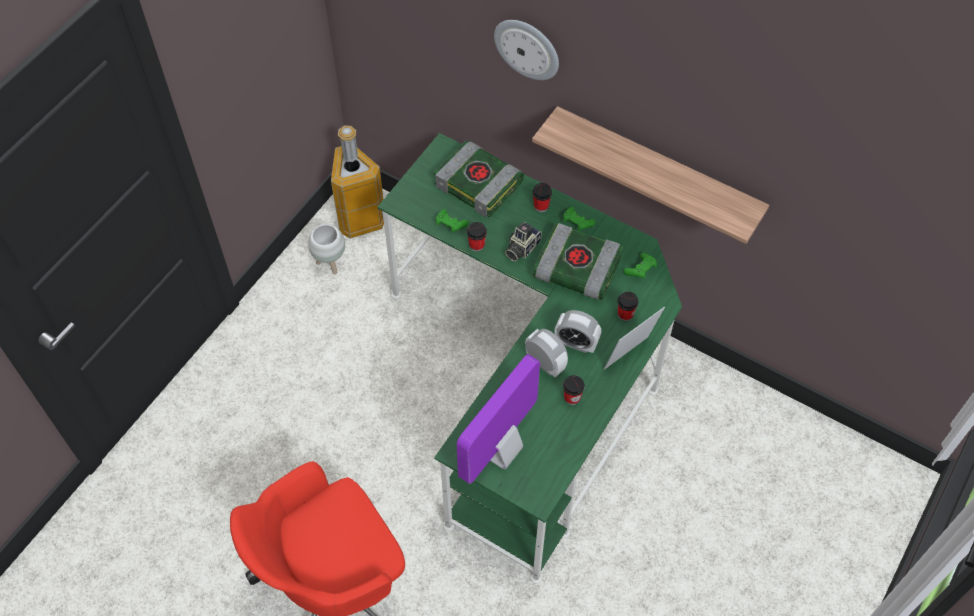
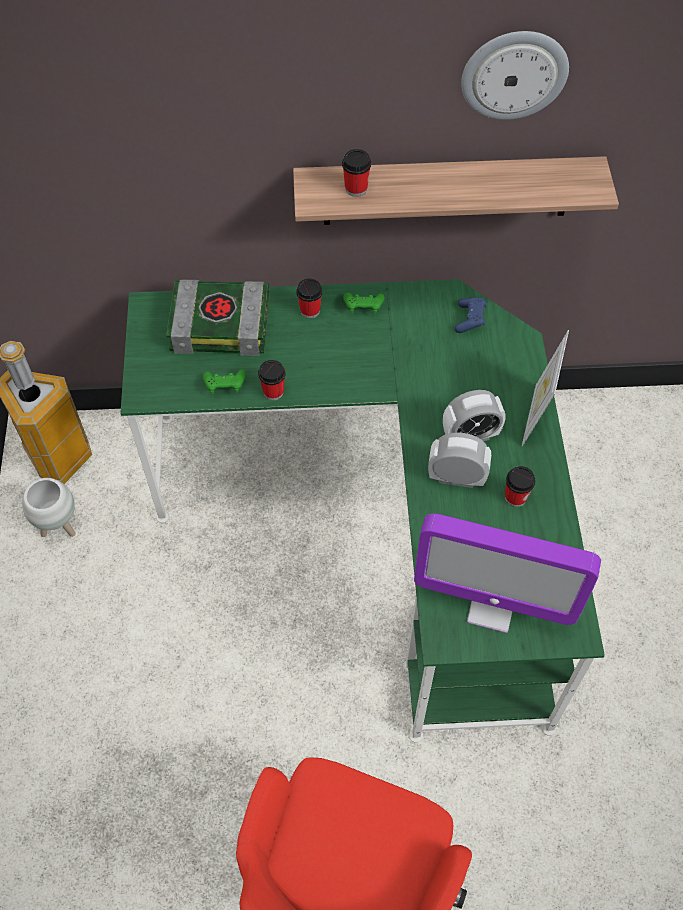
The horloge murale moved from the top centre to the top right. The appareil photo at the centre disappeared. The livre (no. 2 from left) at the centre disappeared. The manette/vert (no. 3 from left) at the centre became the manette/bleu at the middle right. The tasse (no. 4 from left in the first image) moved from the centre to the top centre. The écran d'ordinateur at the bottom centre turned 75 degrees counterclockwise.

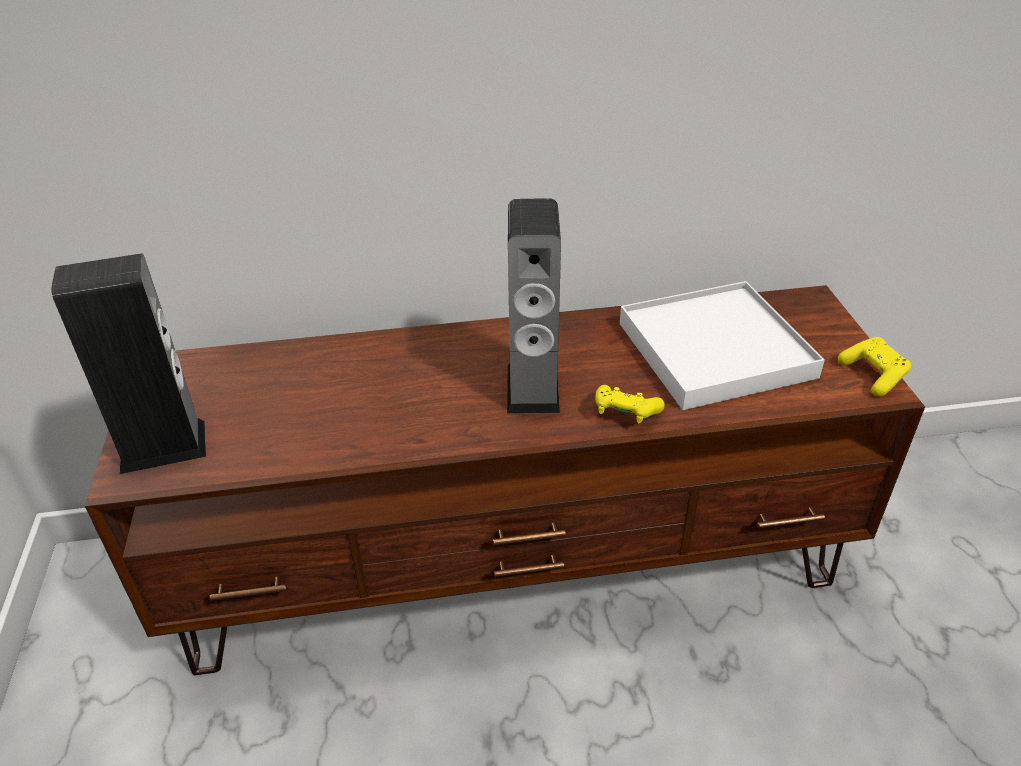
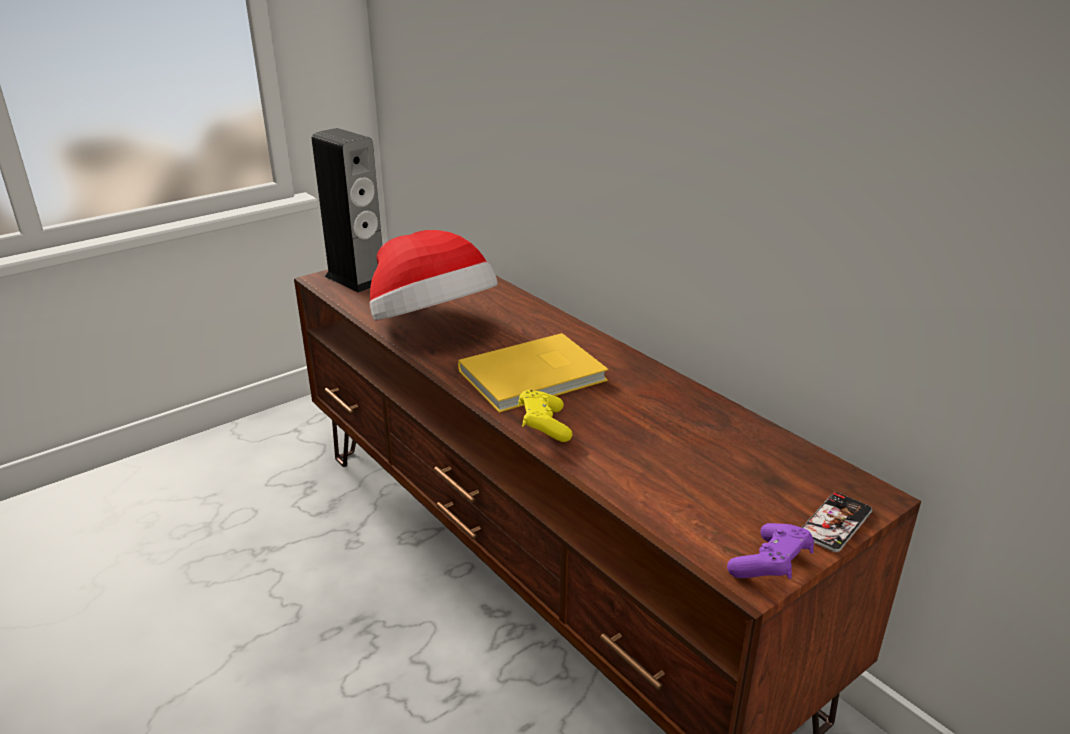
The enceinte (no. 2 from left) at the centre was replaced by the livre/jaune at the centre. The plateau/blanc at the middle right disappeared. The manette/jaune (no. 2 from left) at the middle right became the manette/violet at the bottom right. The chapeau at the centre appeared. The téléphone at the bottom right appeared.

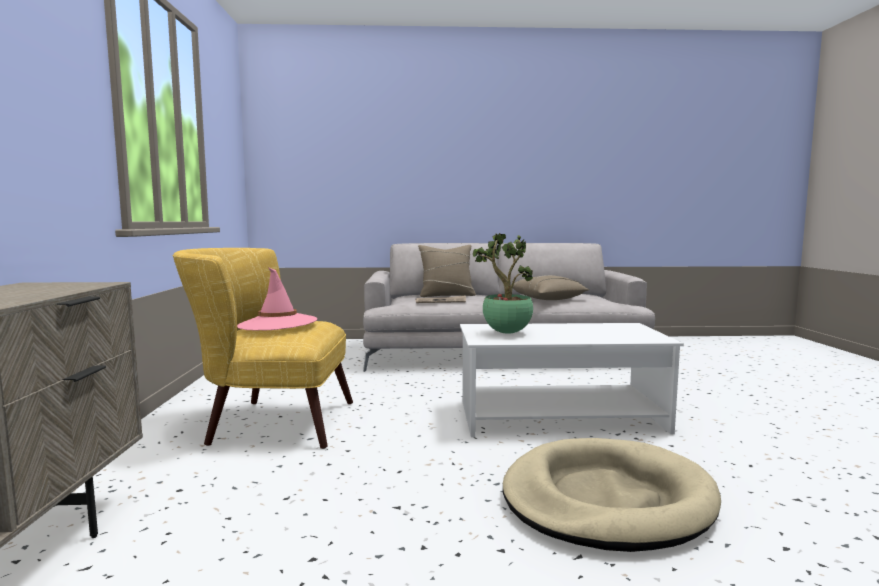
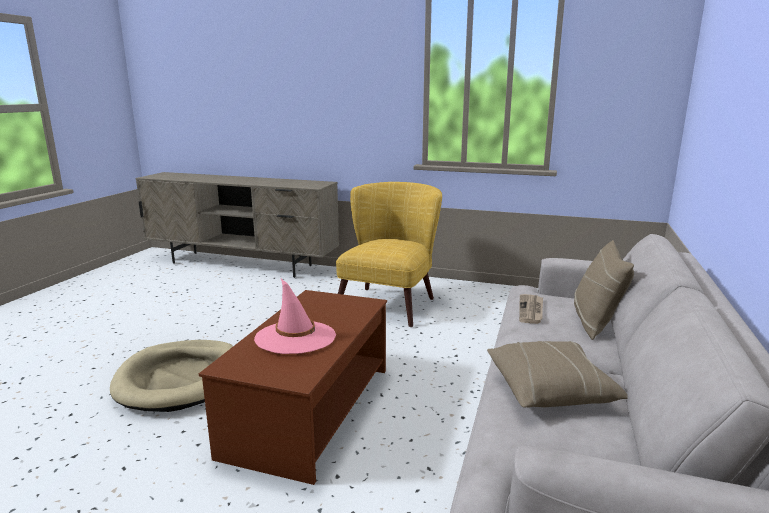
The plante en pot at the centre disappeared. The chapeau/rose moved from the middle left to the centre. The table basse/blanc at the centre became the table basse/marron at the bottom centre.

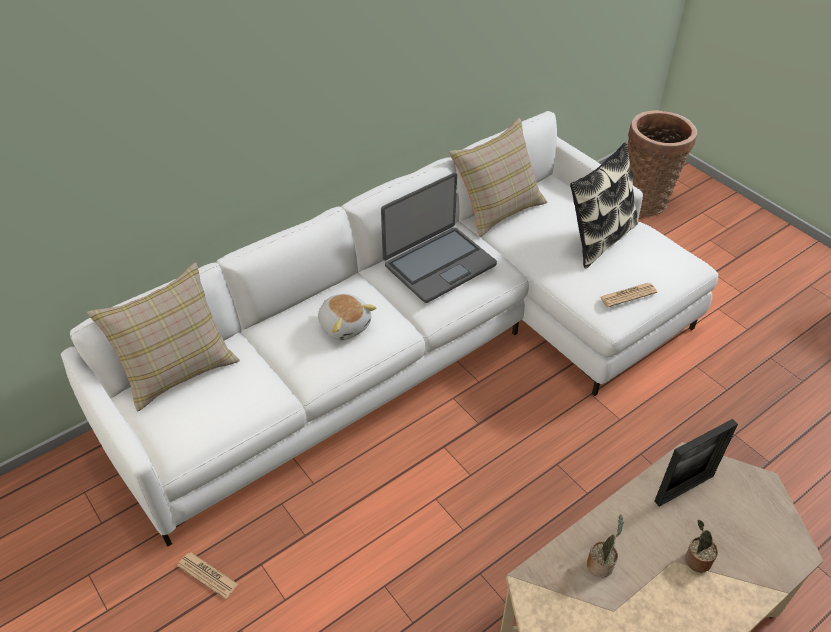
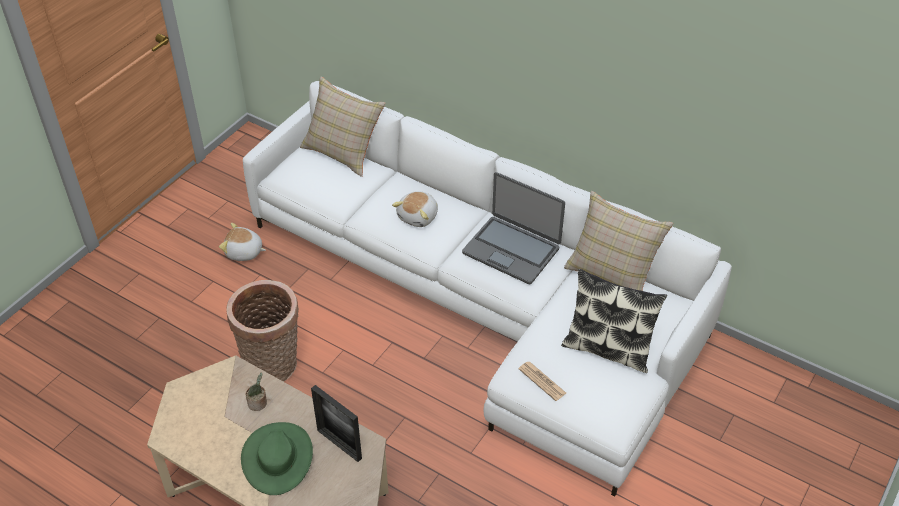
The panier moved from the top right to the middle left. The plante en pot (no. 2 from left) at the bottom right was replaced by the chapeau/vert at the bottom left. The journal (no. 1 from left) at the bottom left was replaced by the peluche (no. 1 from left) at the middle left.

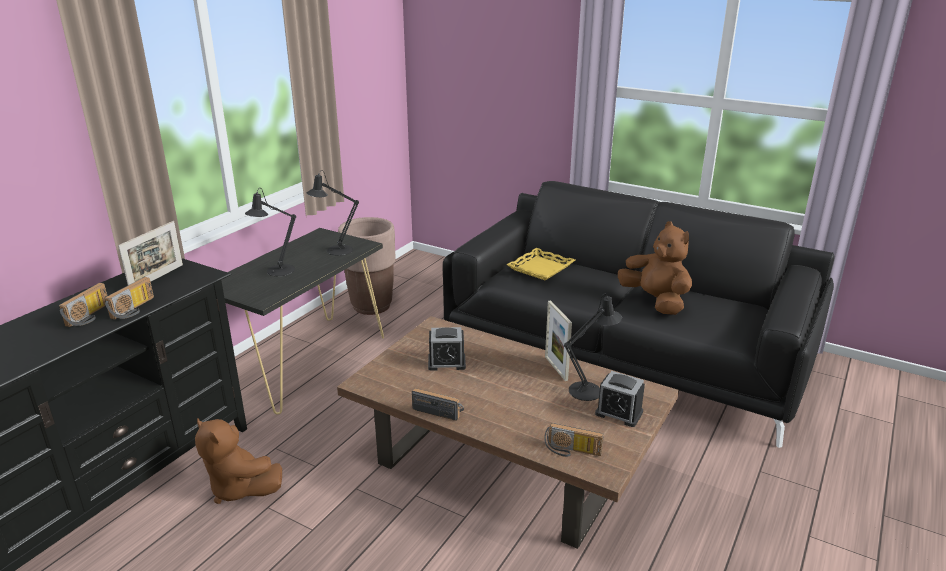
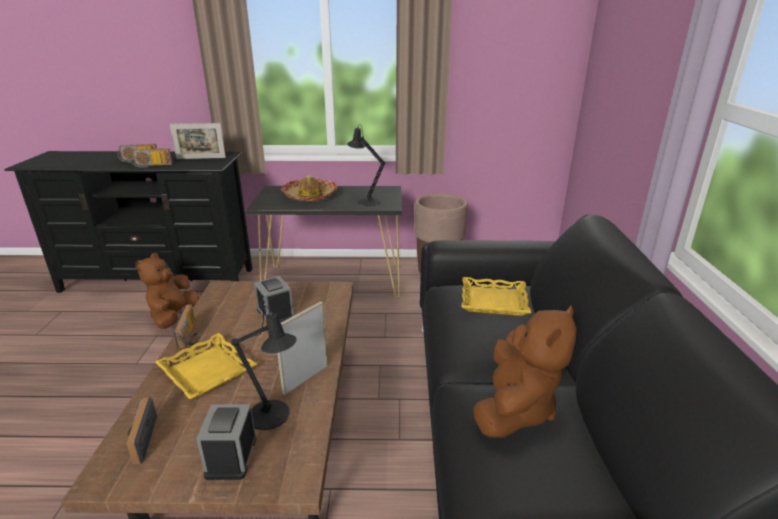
The lampe de table/noir (no. 1 from left) at the middle left was replaced by the chapeau at the centre. The plateau/jaune (no. 1 from left) at the bottom left appeared.

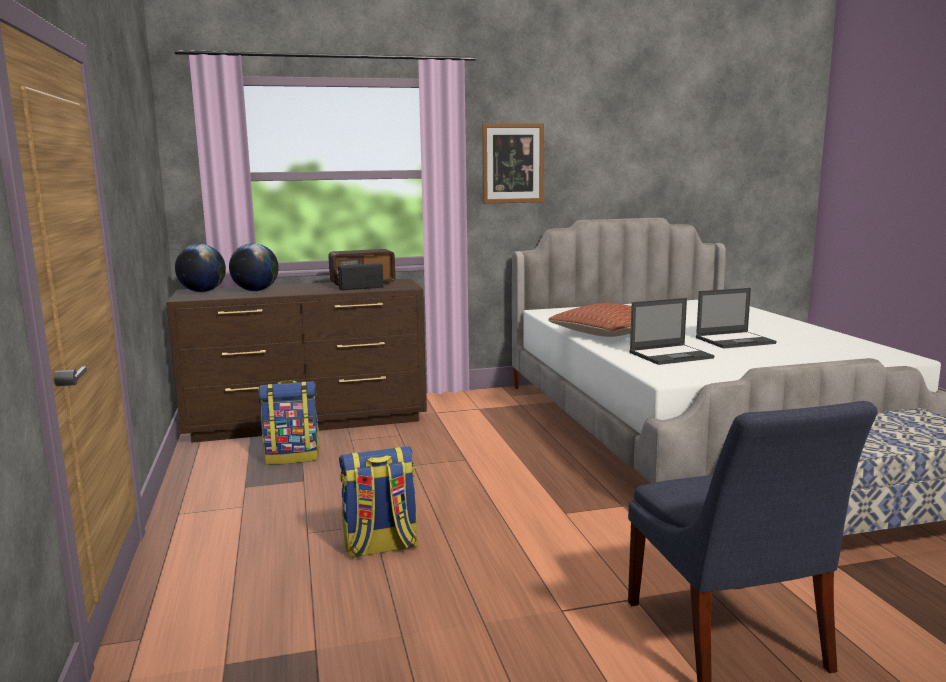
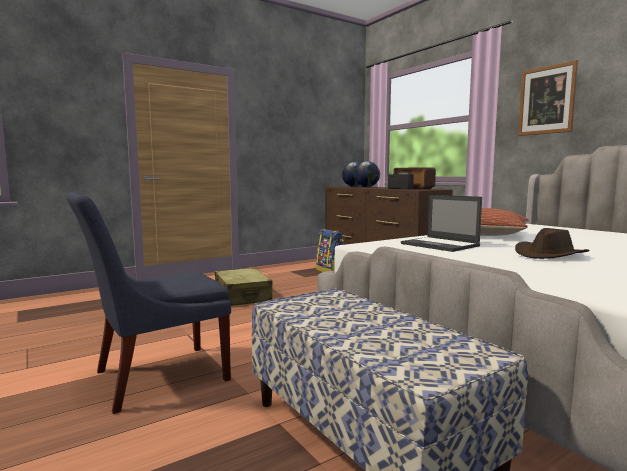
The ordinateur portable (no. 2 from left) at the middle right was replaced by the chapeau/marron at the middle right. The sac à dos (no. 2 from left) at the bottom centre was replaced by the valise/beige at the centre.

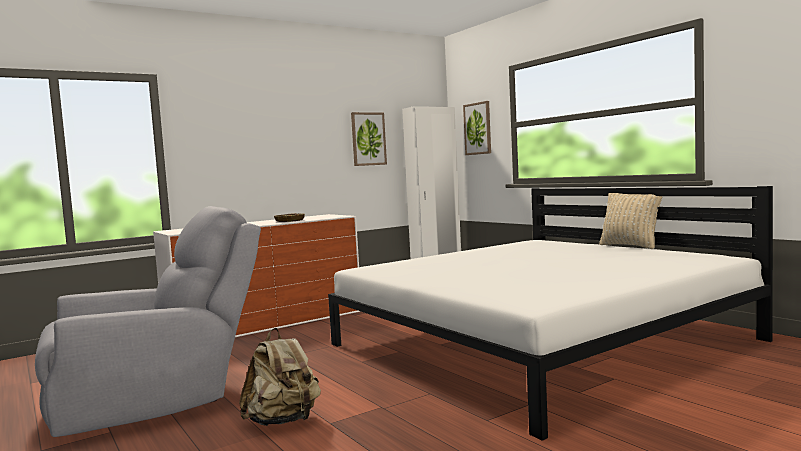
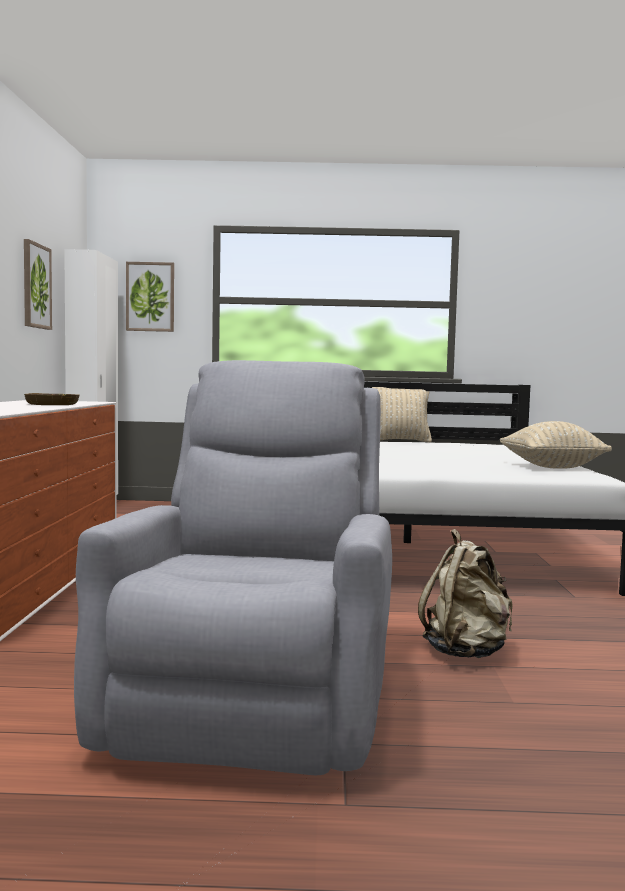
The coussin/beige (no. 2 from left) at the middle right appeared.

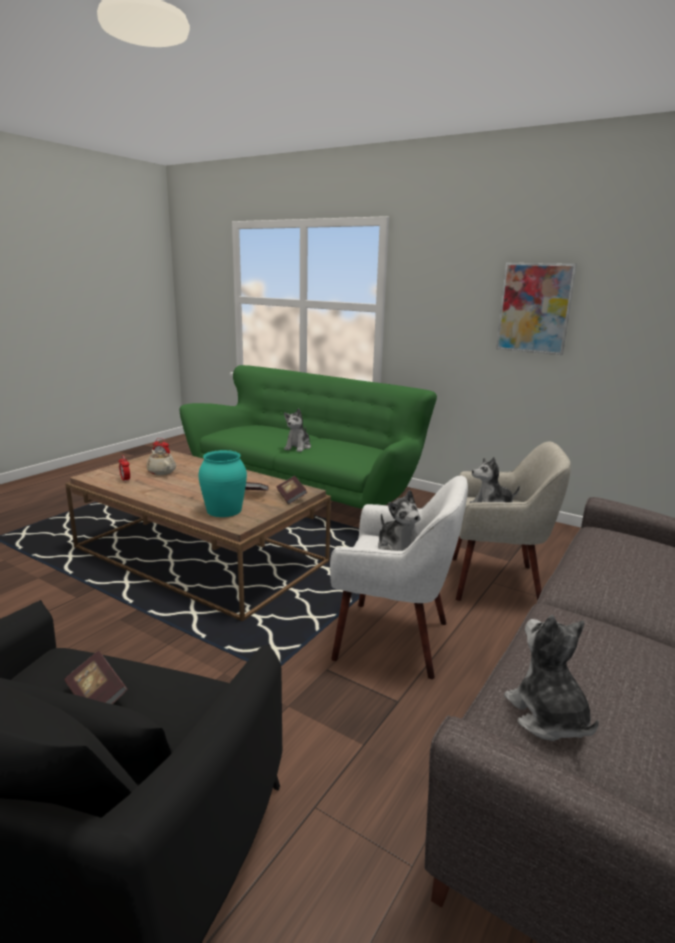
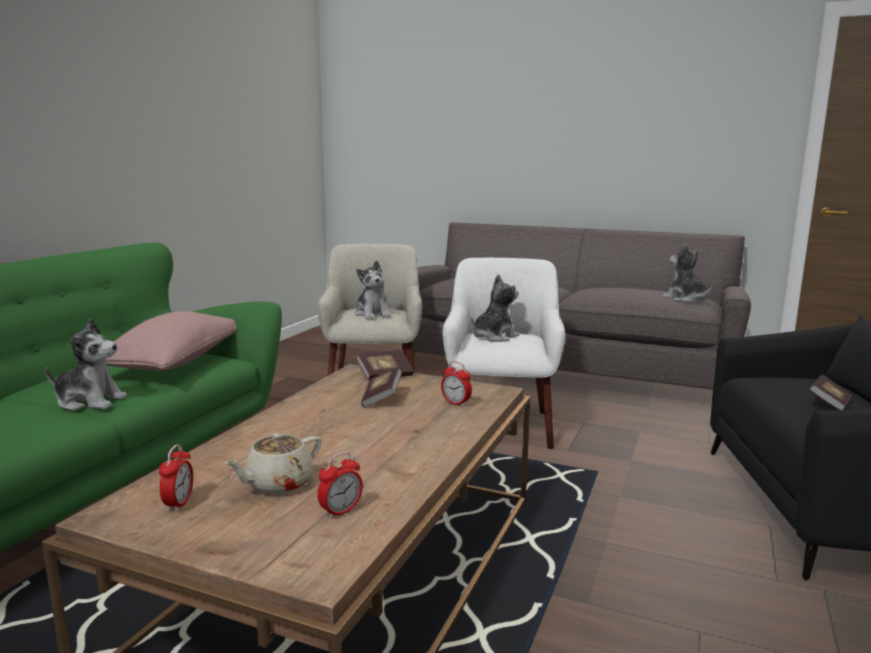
The tableau at the top right disappeared. The vase/turquoise at the middle left was replaced by the réveil (no. 3 from left) at the centre. The peluche (no. 4 from left) at the bottom right turned 90 degrees clockwise. The coussin/rose at the middle left appeared.

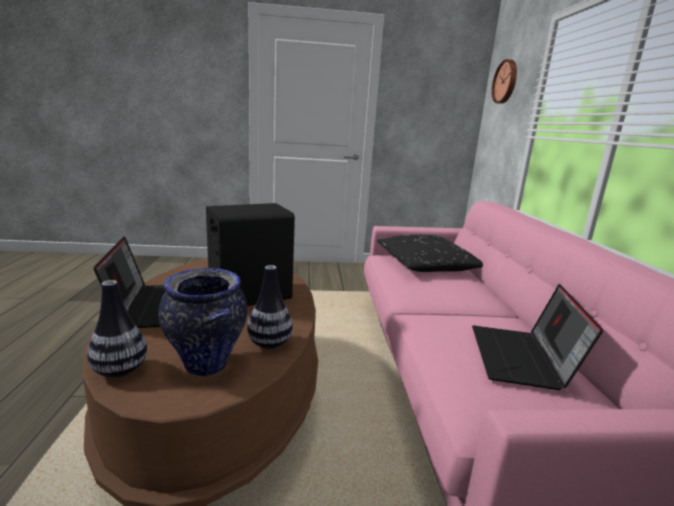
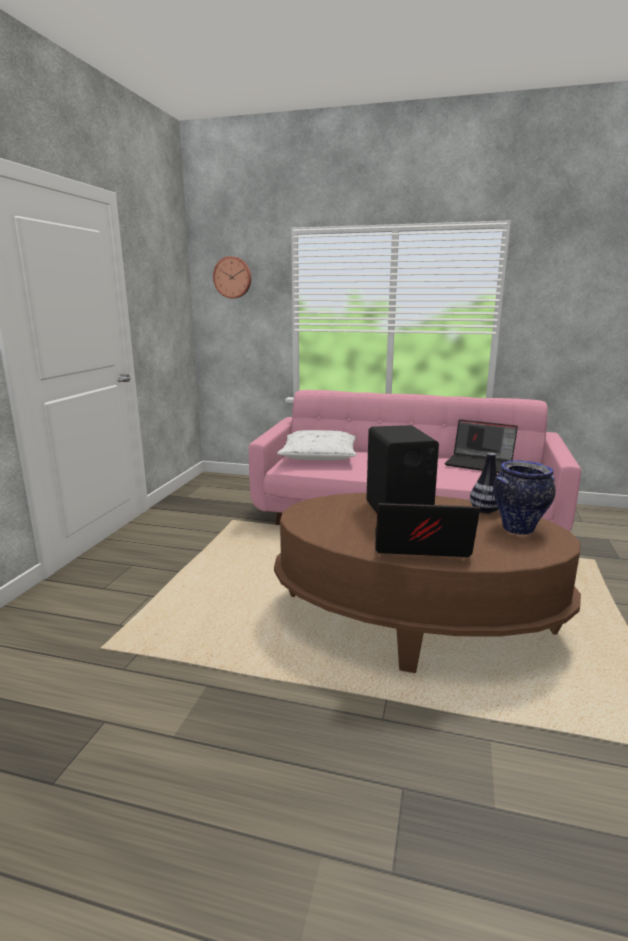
The coussin/noir at the centre became the coussin/blanc at the centre. The vase (no. 1 from left) at the middle left disappeared.

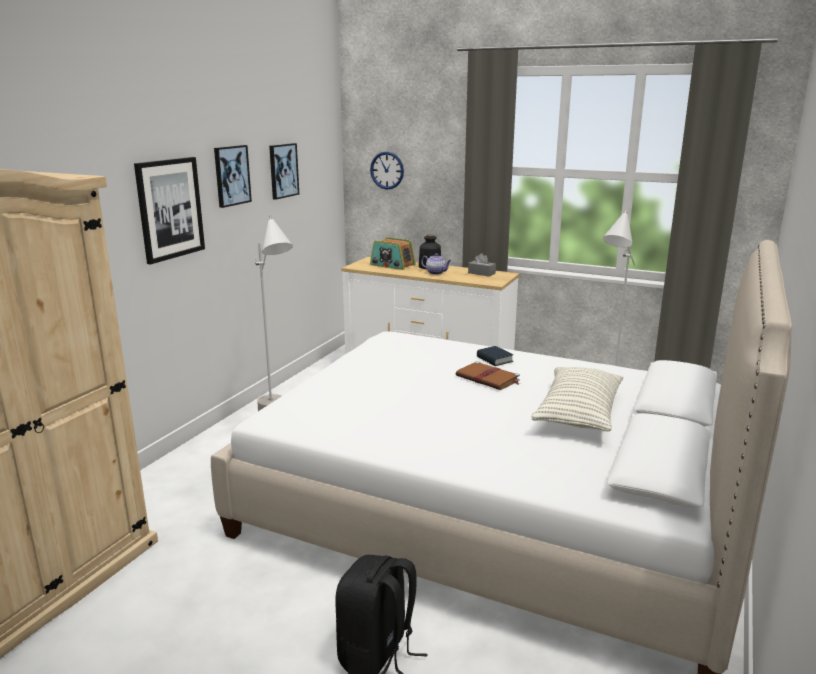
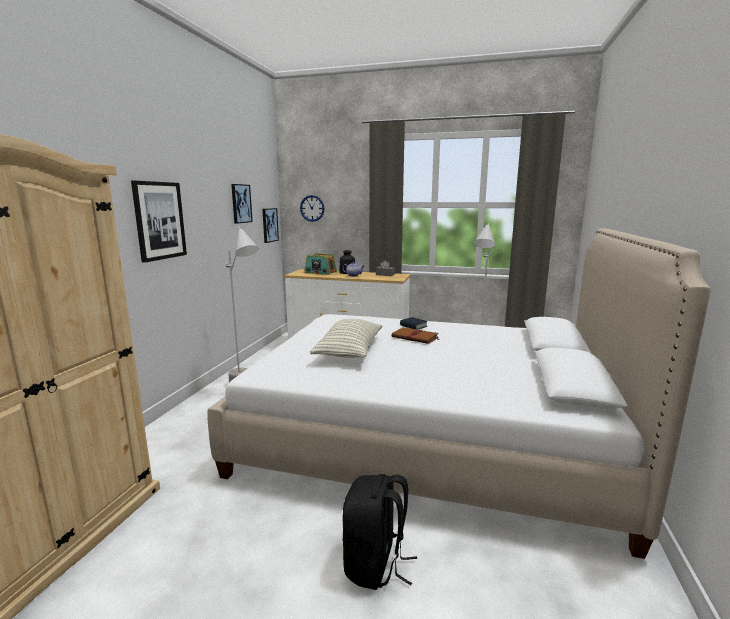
The tableau (no. 2 from left in the first image) moved from the top left to the centre. The coussin moved from the middle right to the centre.

